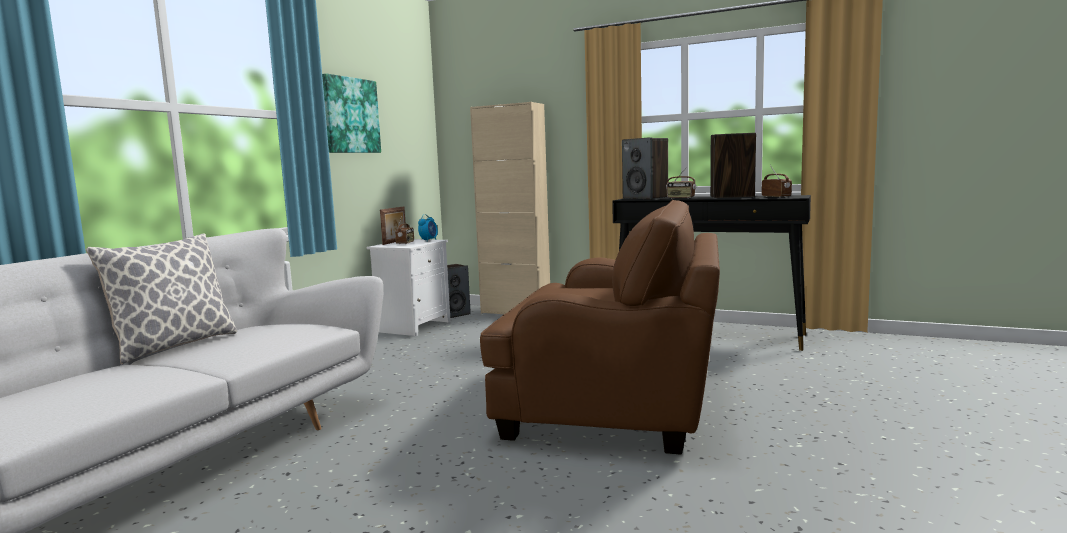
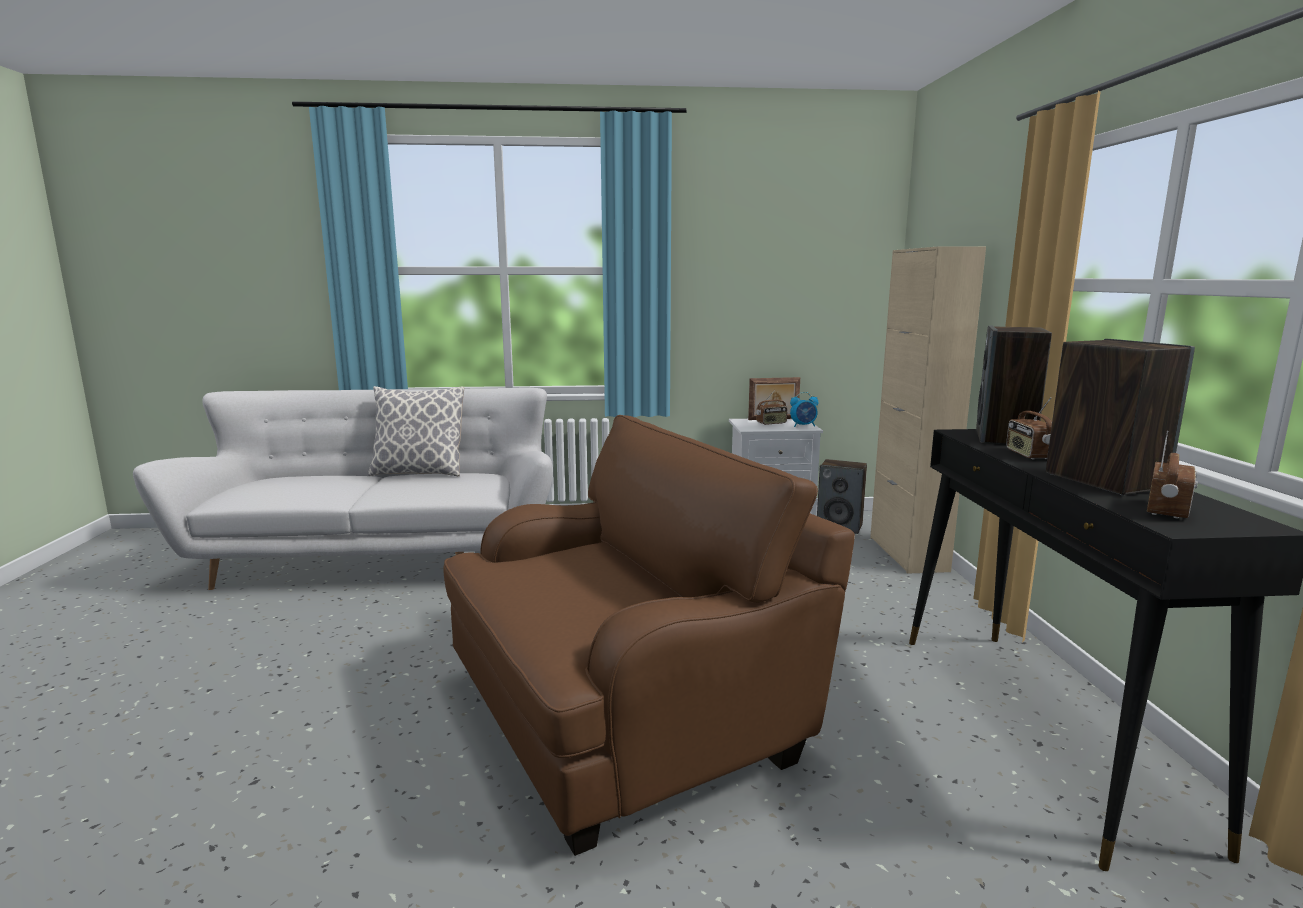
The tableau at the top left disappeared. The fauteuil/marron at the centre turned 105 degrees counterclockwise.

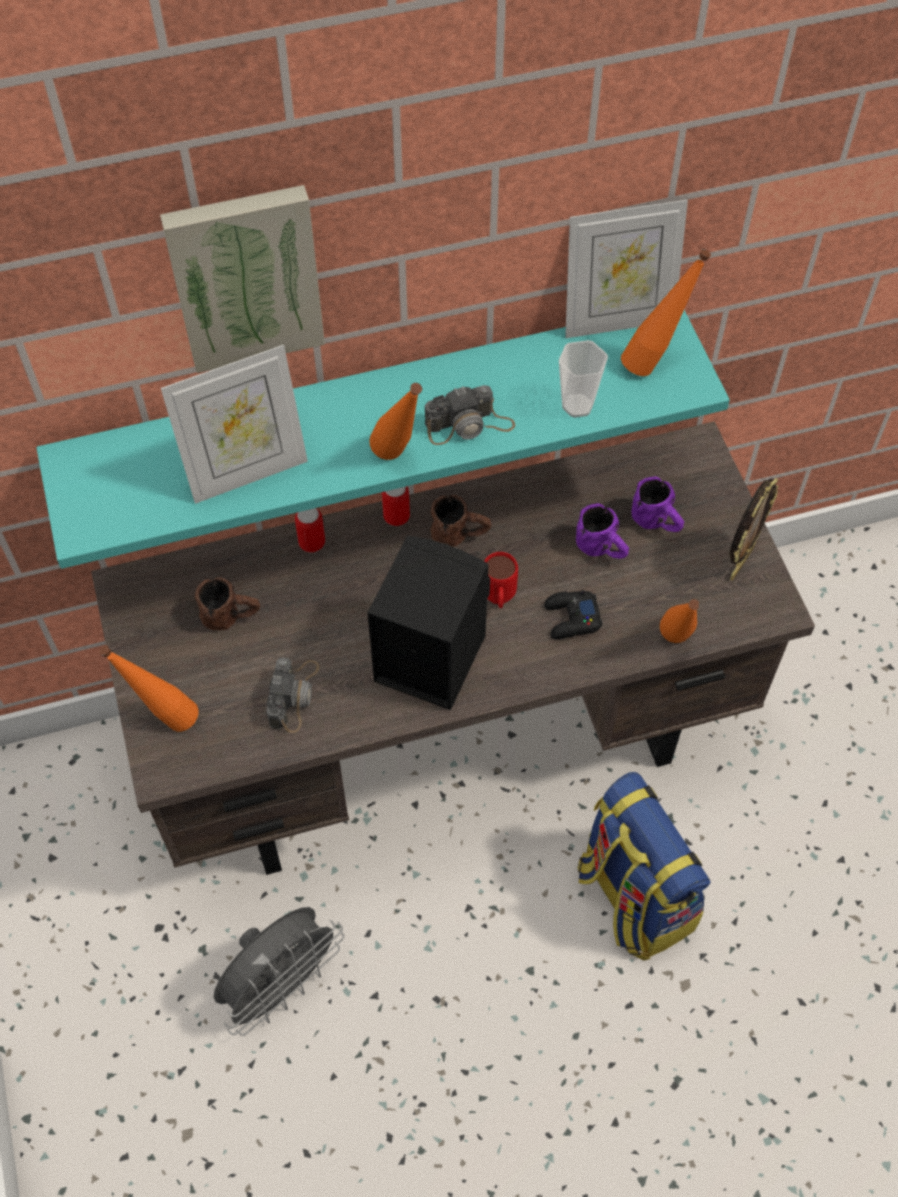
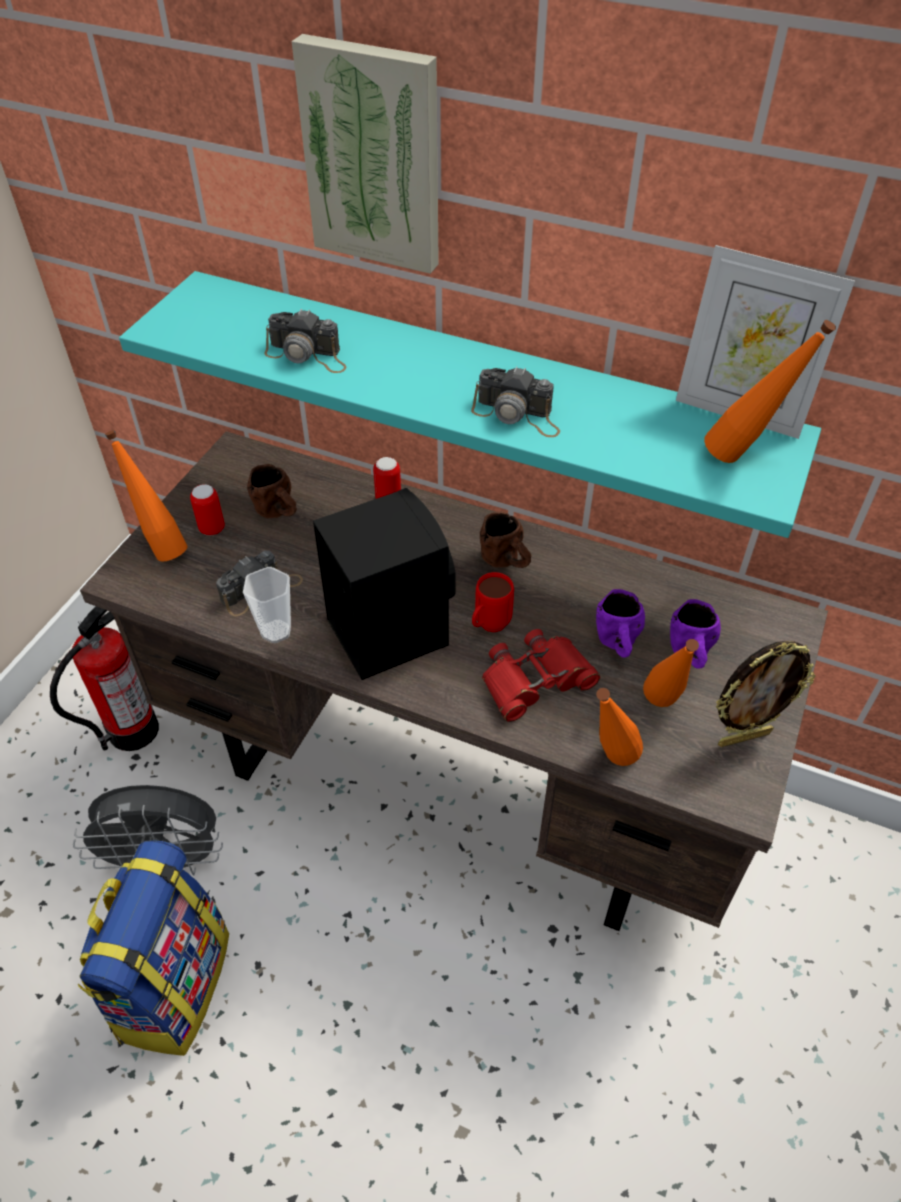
The tasse moved from the top centre to the middle left. The cadre photo (no. 1 from left) at the middle left was replaced by the appareil photo (no. 2 from left) at the top centre. The bouteille/orange (no. 2 from left in the first image) moved from the centre to the middle right. The boîte métallique (no. 2 from left in the first image) moved from the centre to the middle left. The manette/noir at the centre was replaced by the jumelles/rouge at the centre. The sac à dos moved from the bottom right to the bottom left. The extincteur at the middle left appeared.

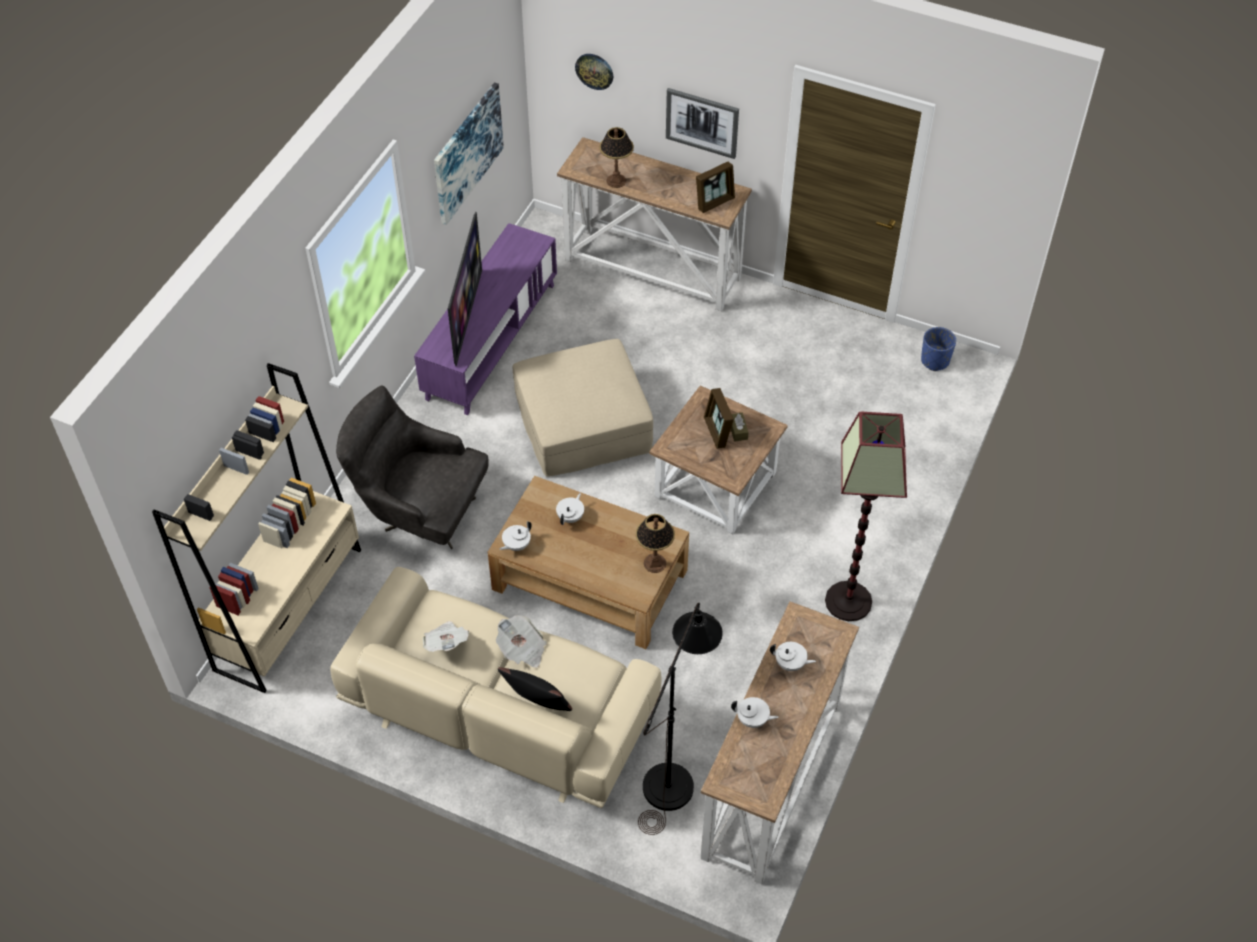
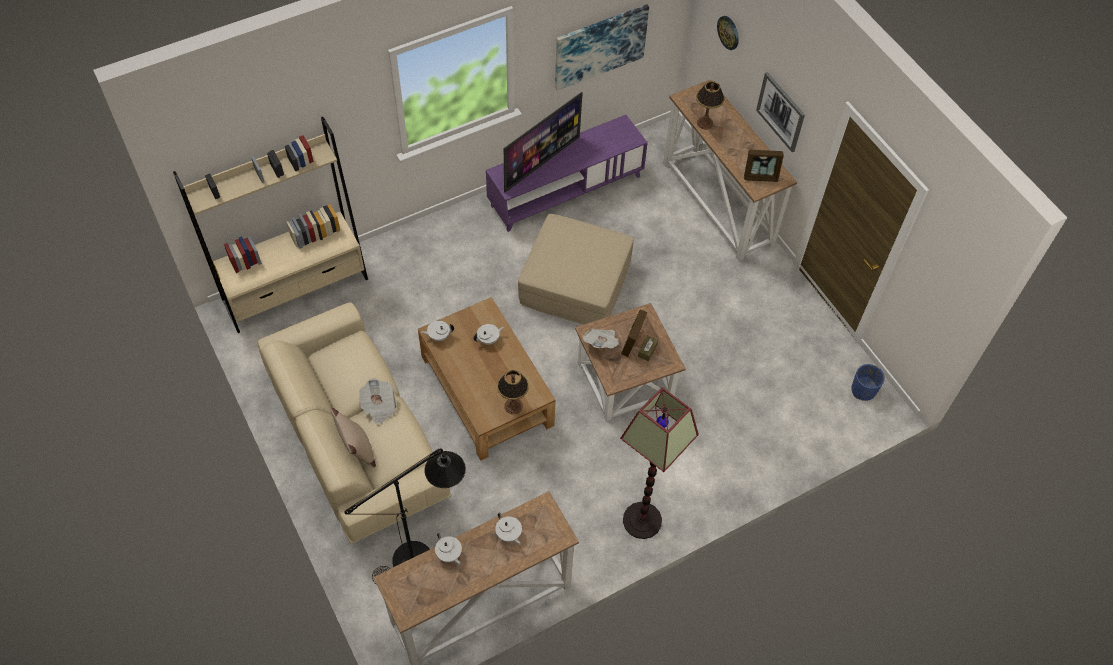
The fauteuil/gris at the middle left disappeared. The journal (no. 1 from left in the first image) moved from the bottom centre to the centre. The coussin/noir at the bottom centre became the coussin/beige at the middle left.

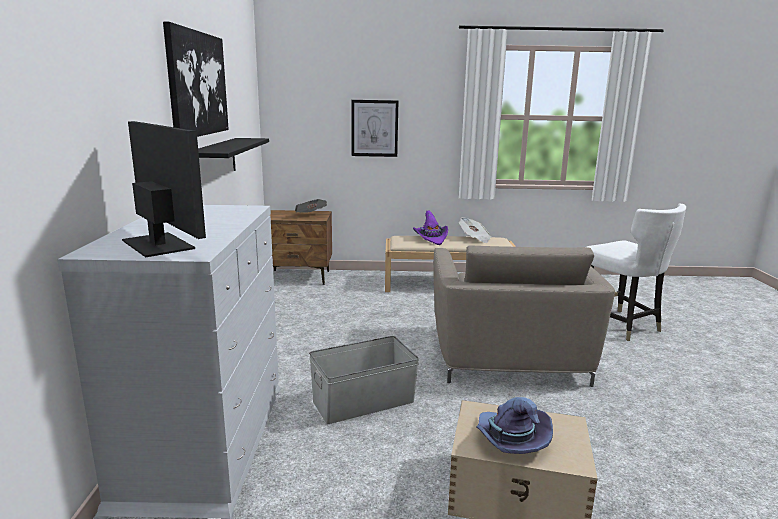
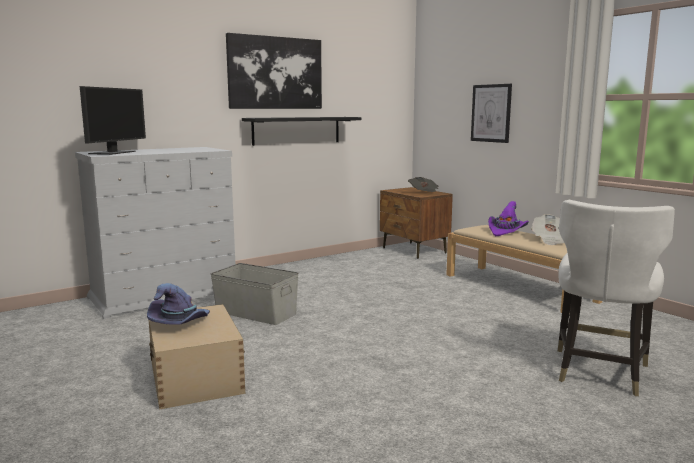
The fauteuil/beige at the middle right disappeared.

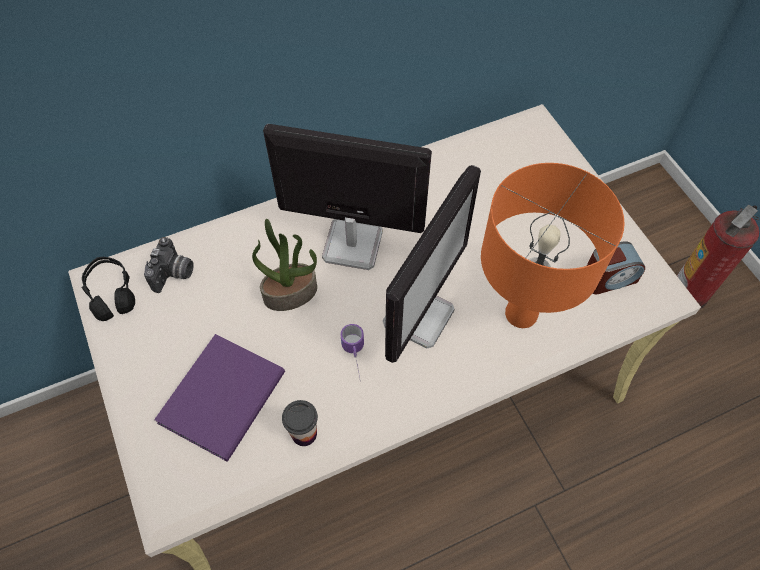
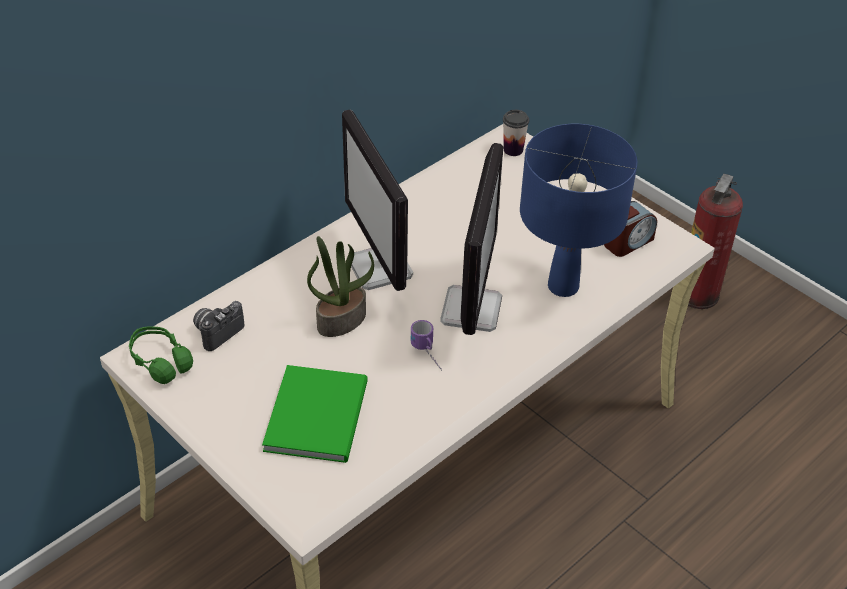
The écran d'ordinateur (no. 1 from left) at the centre turned 105 degrees counterclockwise. The lampe de table/orange at the middle right became the lampe de table/bleu at the middle right. The appareil photo at the middle left turned 135 degrees counterclockwise. The casque audio/noir at the middle left became the casque audio/vert at the middle left. The livre/violet at the bottom left became the livre/vert at the bottom centre. The tasse moved from the bottom centre to the top centre.

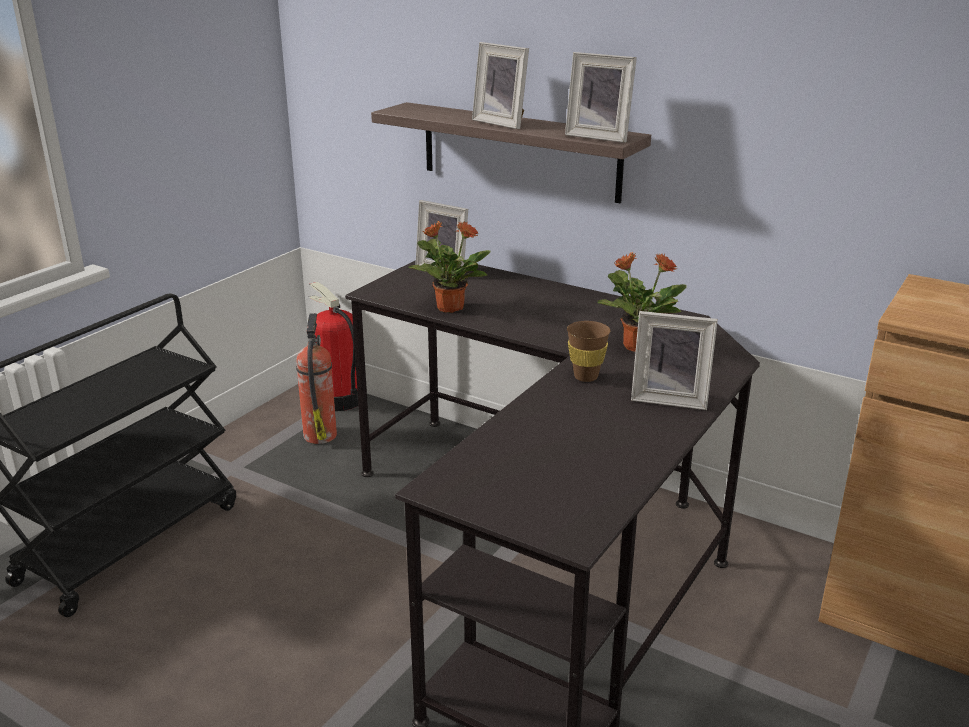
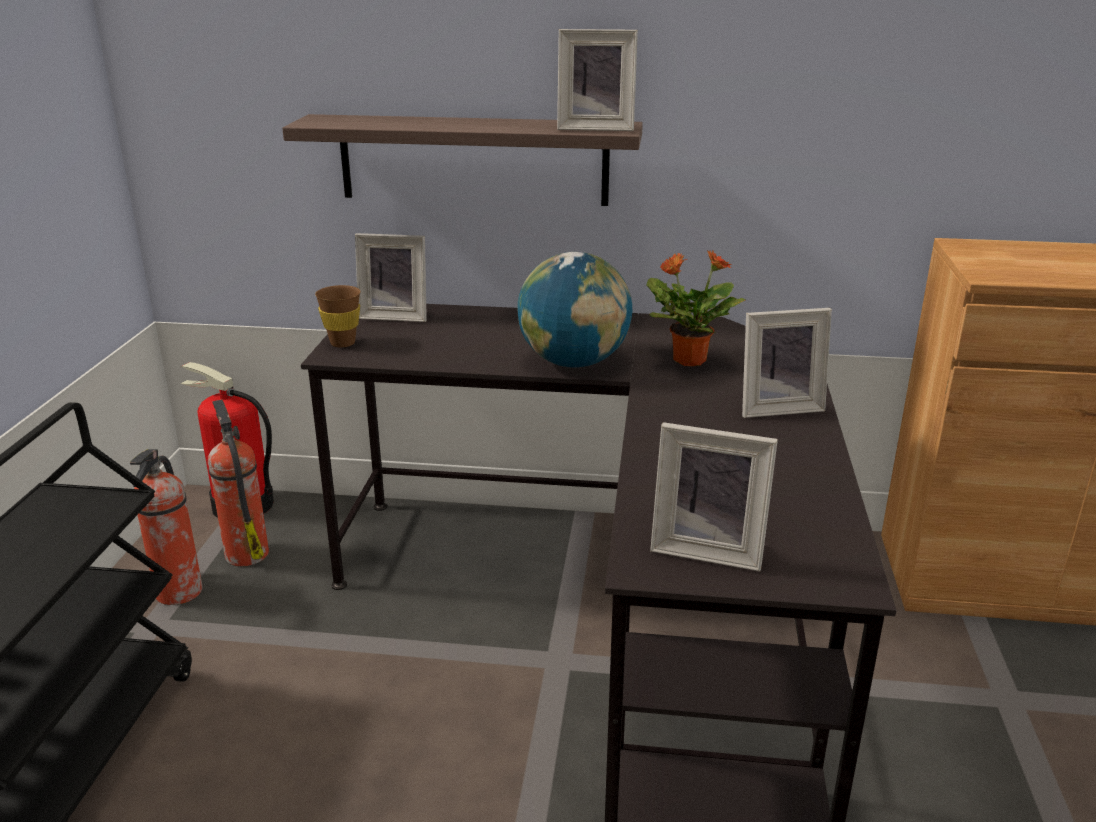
The cadre photo (no. 2 from left in the first image) moved from the top centre to the centre. The plante en pot (no. 1 from left) at the centre disappeared. The tasse/marron moved from the centre to the middle left. The globe at the centre appeared. The extincteur (no. 1 from left) at the middle left appeared.

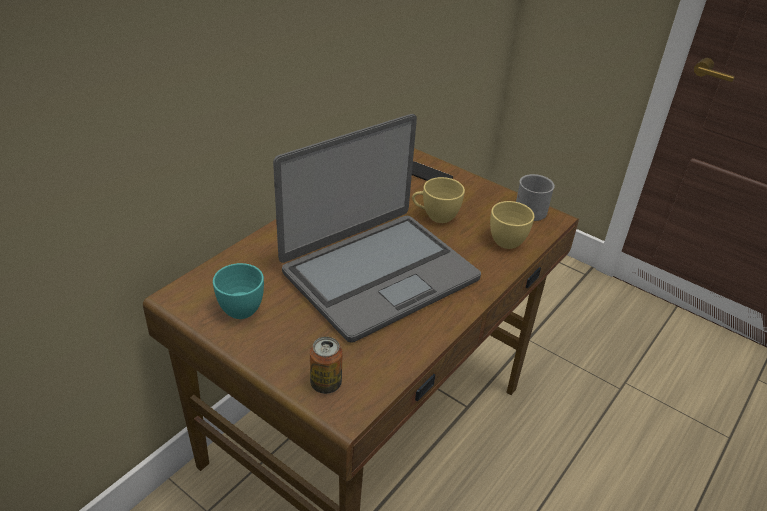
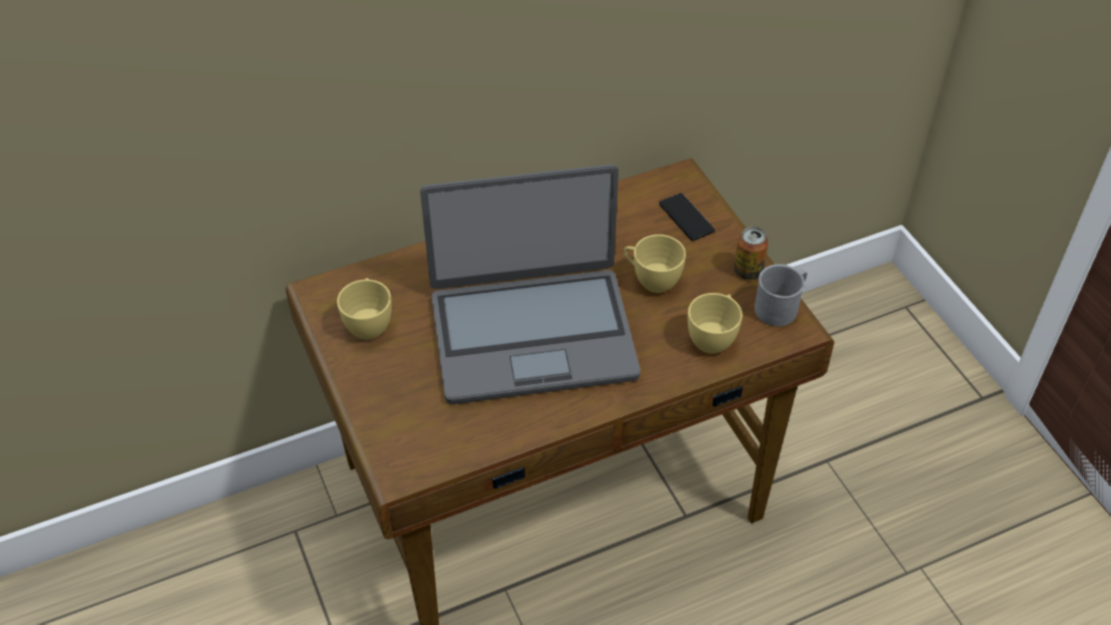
The tasse/turquoise at the middle left became the tasse/jaune (no. 1 from left) at the middle left. The boîte métallique moved from the bottom centre to the middle right.

